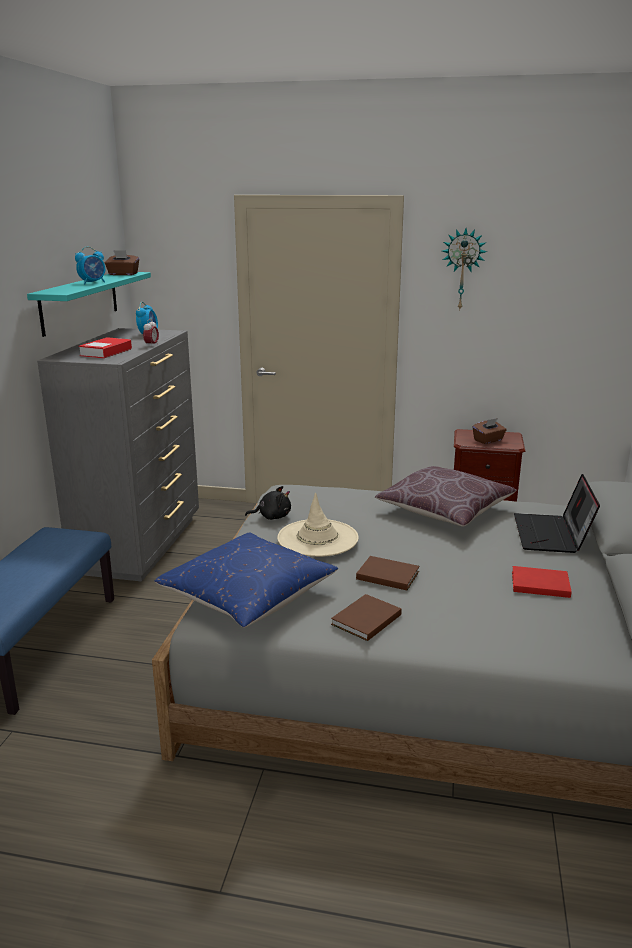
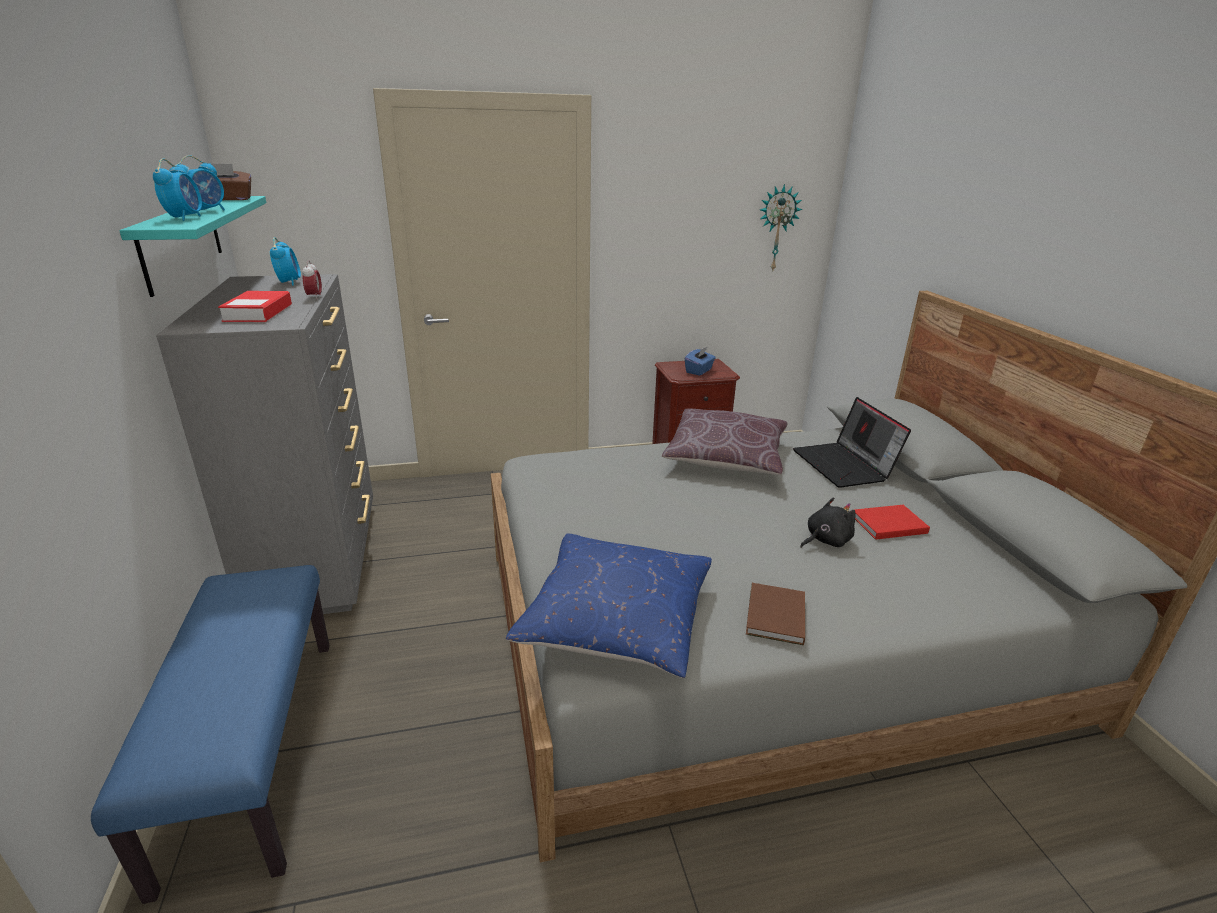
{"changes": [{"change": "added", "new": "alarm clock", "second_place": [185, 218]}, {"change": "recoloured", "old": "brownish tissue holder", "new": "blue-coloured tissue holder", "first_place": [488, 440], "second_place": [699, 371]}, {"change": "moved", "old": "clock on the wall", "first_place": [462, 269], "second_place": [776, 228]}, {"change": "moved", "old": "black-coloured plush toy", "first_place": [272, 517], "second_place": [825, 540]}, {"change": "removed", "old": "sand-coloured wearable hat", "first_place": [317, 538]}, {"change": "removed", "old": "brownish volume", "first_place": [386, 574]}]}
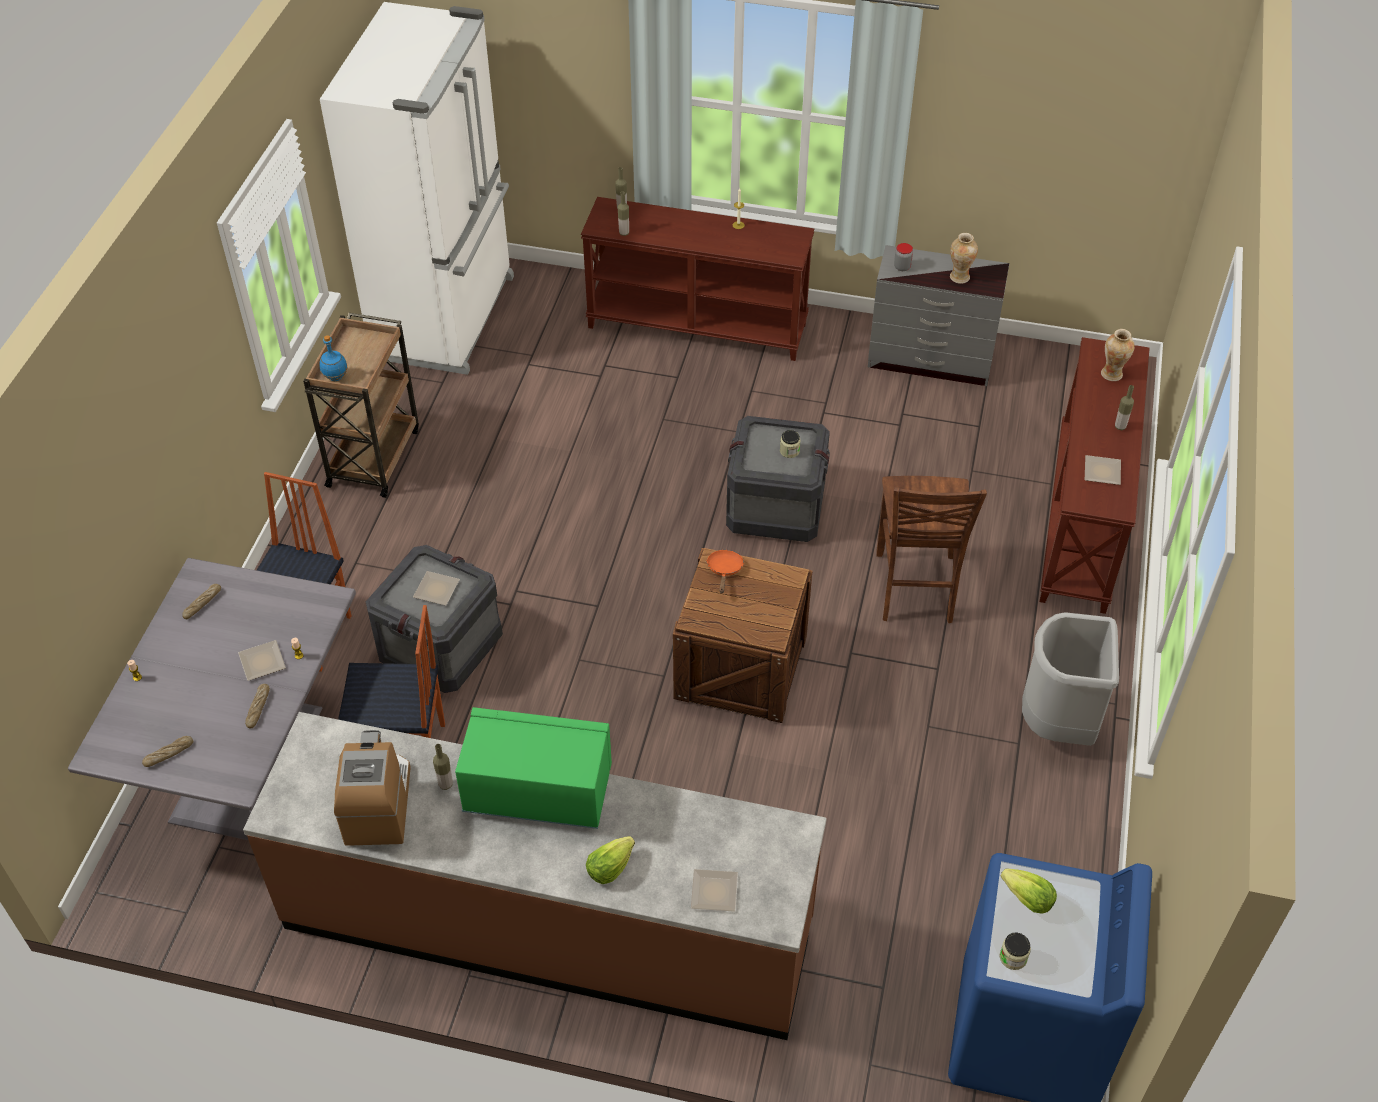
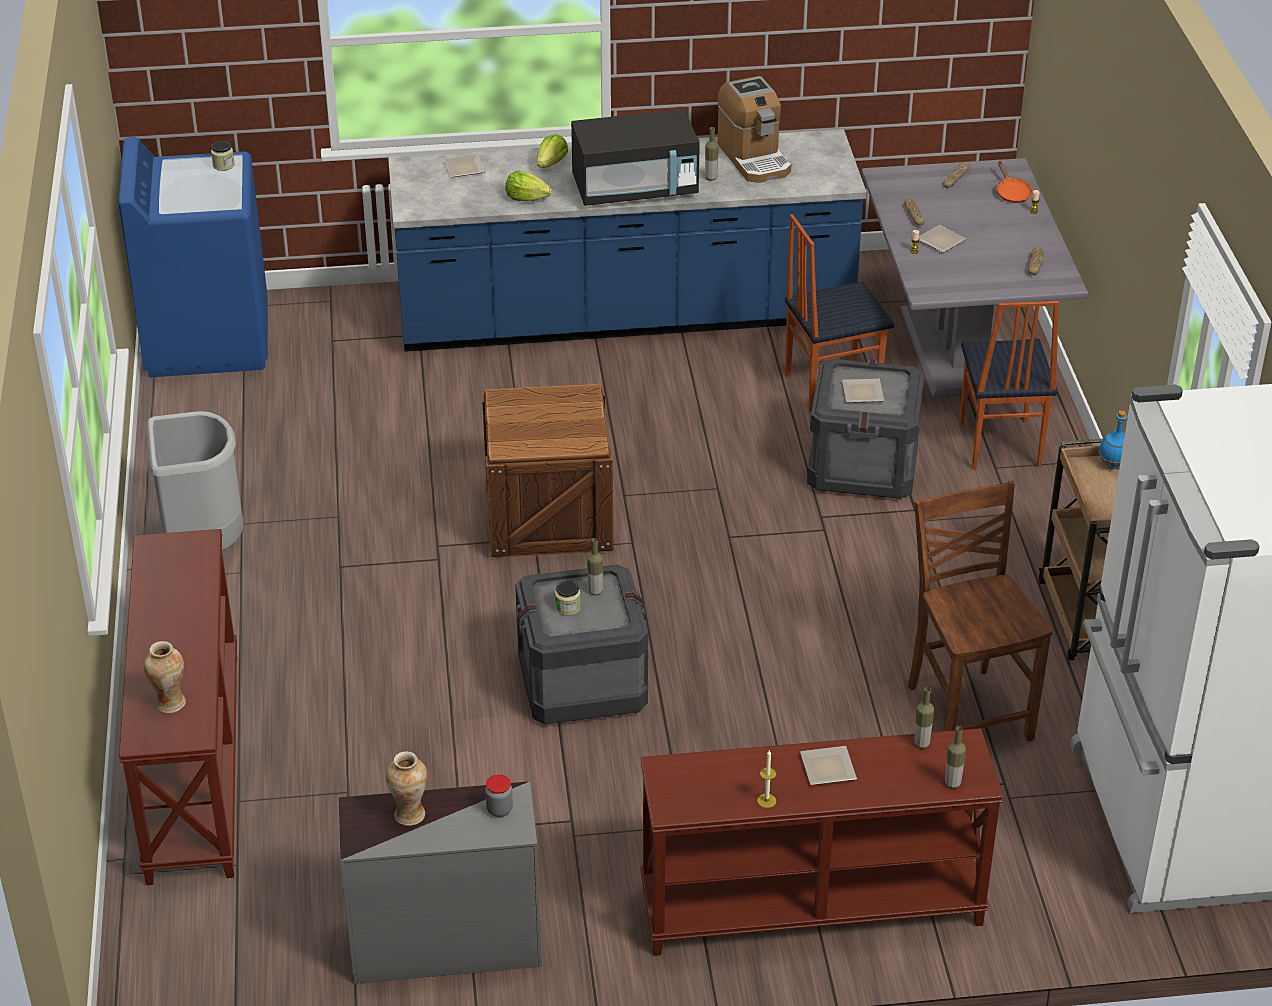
{"changes": [{"change": "recoloured", "old": "brownish counter", "new": "blue-coloured counter", "first_place": [548, 924], "second_place": [625, 316]}, {"change": "moved", "old": "lettuce head", "first_place": [1027, 899], "second_place": [526, 198]}, {"change": "recoloured", "old": "green microwave oven", "new": "black-coloured microwave oven", "first_place": [537, 790], "second_place": [635, 189]}, {"change": "moved", "old": "beverage bottle", "first_place": [1120, 427], "second_place": [595, 591]}, {"change": "moved", "old": "flat dish", "first_place": [1103, 473], "second_place": [826, 767]}, {"change": "moved", "old": "brownish plain chair", "first_place": [915, 589], "second_place": [967, 712]}, {"change": "moved", "old": "orange-coloured pan", "first_place": [724, 570], "second_place": [1011, 193]}]}
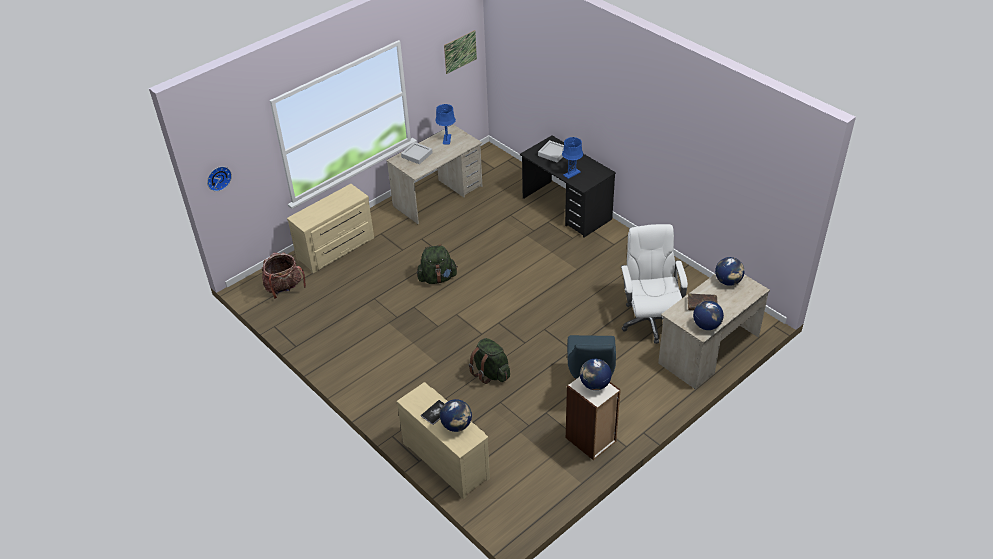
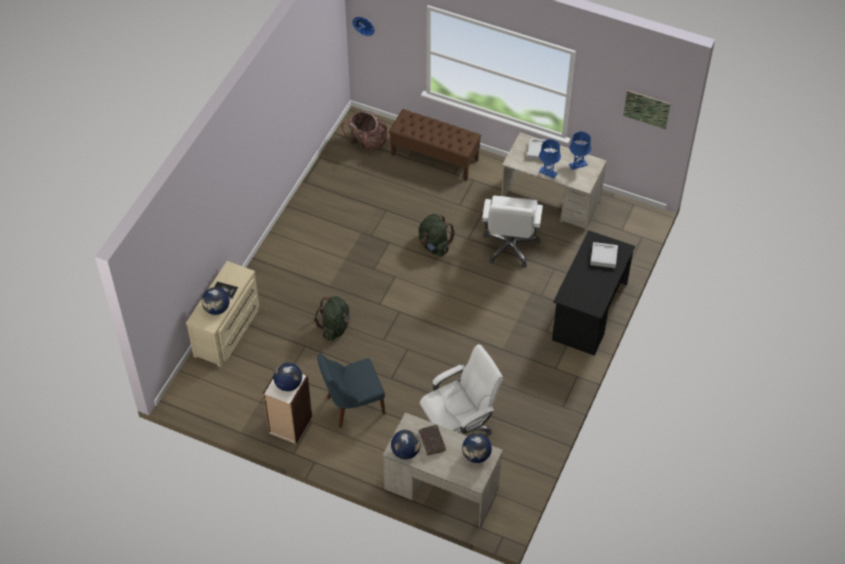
{"changes": [{"change": "replaced", "old": "sand-coloured drawer chest", "new": "brownish long seat", "first_place": [337, 249], "second_place": [435, 157]}, {"change": "added", "new": "white computer chair", "second_place": [510, 246]}, {"change": "moved", "old": "blue-coloured table lamp", "first_place": [571, 173], "second_place": [548, 172]}]}
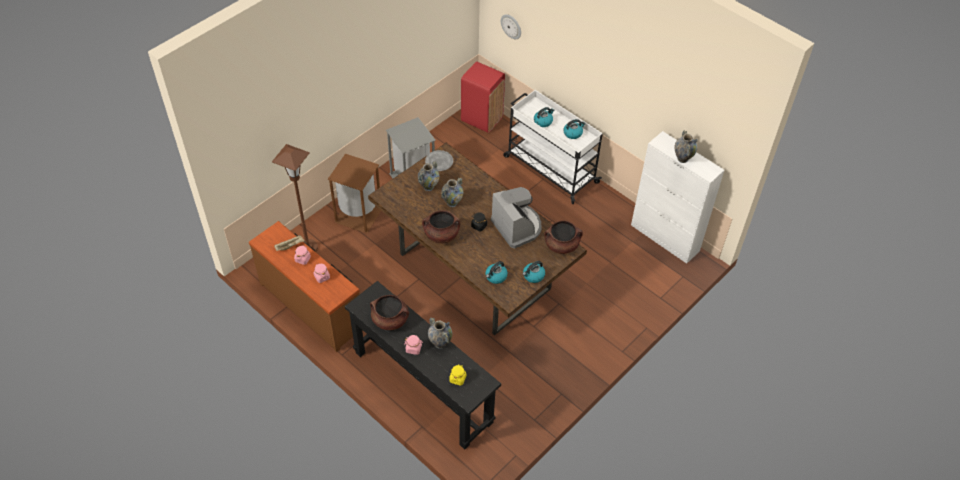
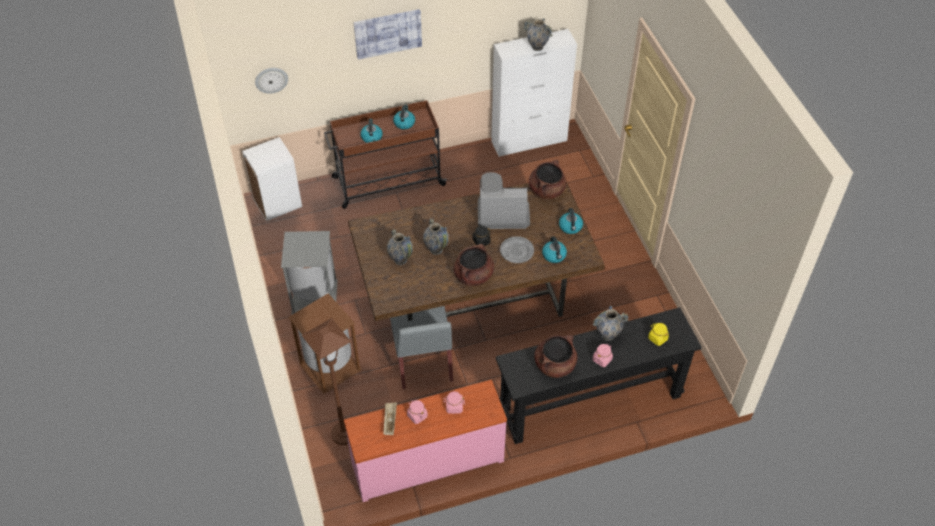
{"changes": [{"change": "recoloured", "old": "red-coloured rubbish bin", "new": "white rubbish bin", "first_place": [482, 118], "second_place": [277, 203]}, {"change": "recoloured", "old": "white wheeled cart", "new": "brownish wheeled cart", "first_place": [550, 169], "second_place": [387, 181]}, {"change": "recoloured", "old": "brownish drawer chest", "new": "pinkish drawer chest", "first_place": [312, 305], "second_place": [427, 460]}, {"change": "added", "new": "picture", "second_place": [388, 33]}, {"change": "added", "new": "gray plain chair", "second_place": [423, 360]}, {"change": "moved", "old": "gray flat dish", "first_place": [439, 162], "second_place": [516, 251]}]}
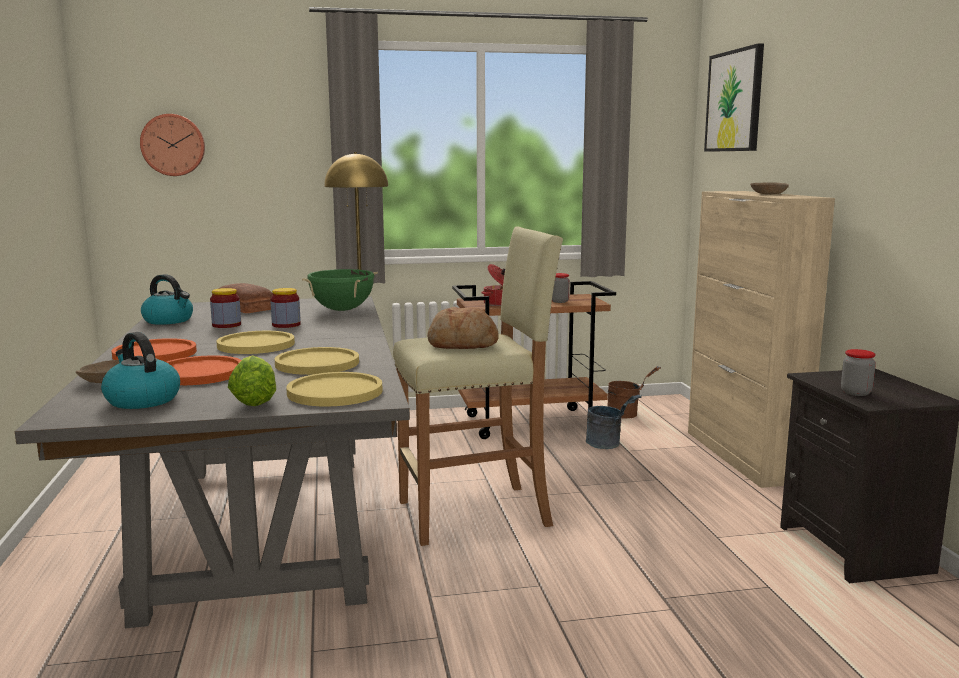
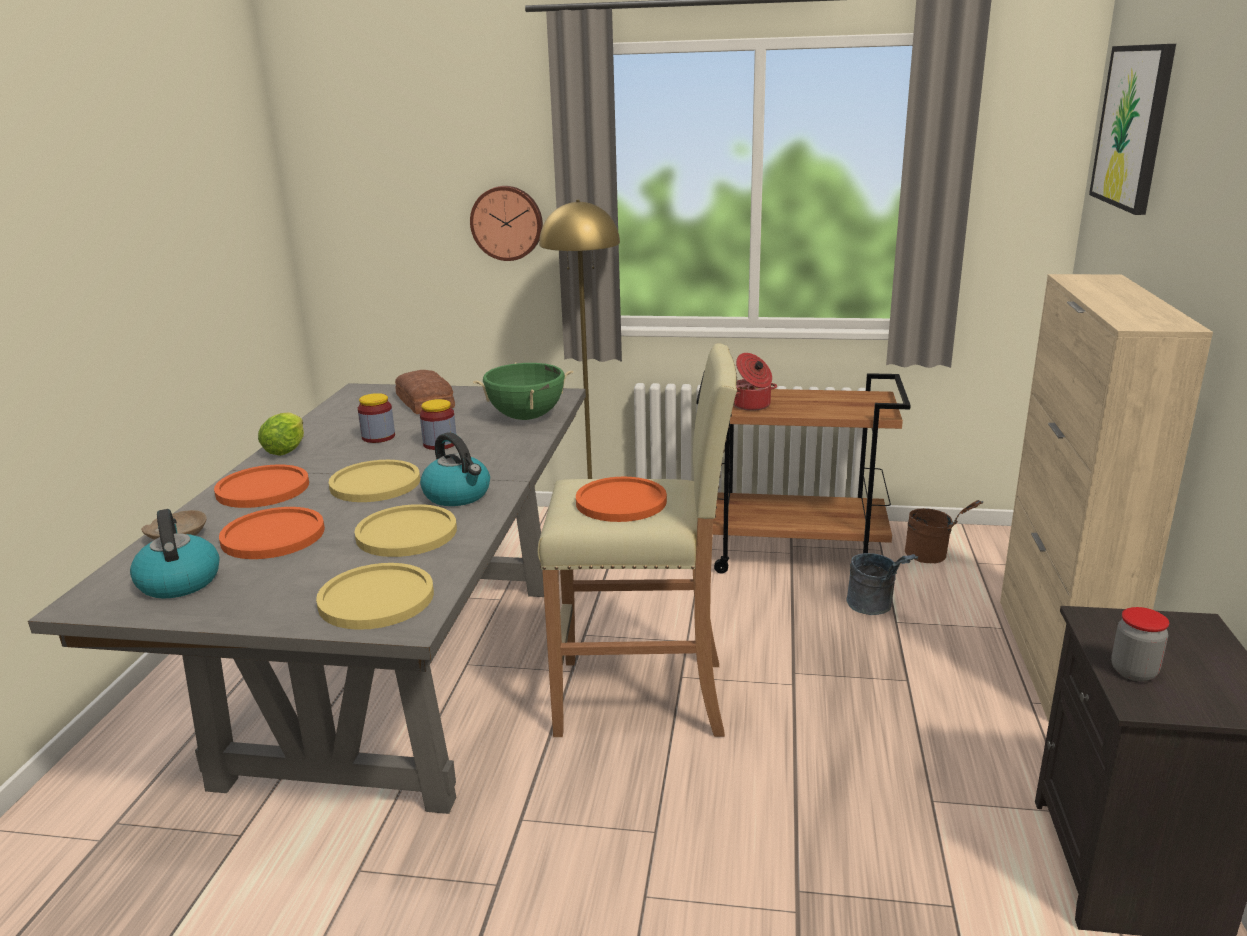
{"changes": [{"change": "moved", "old": "lettuce head", "first_place": [254, 400], "second_place": [287, 449]}, {"change": "moved", "old": "kettle", "first_place": [169, 320], "second_place": [458, 495]}, {"change": "moved", "old": "clock on the wall", "first_place": [173, 145], "second_place": [507, 223]}, {"change": "replaced", "old": "baked bread", "new": "orange-coloured flat dish", "first_place": [462, 344], "second_place": [621, 502]}, {"change": "removed", "old": "storage jar", "first_place": [559, 301]}, {"change": "removed", "old": "sand-coloured bowl", "first_place": [768, 194]}]}
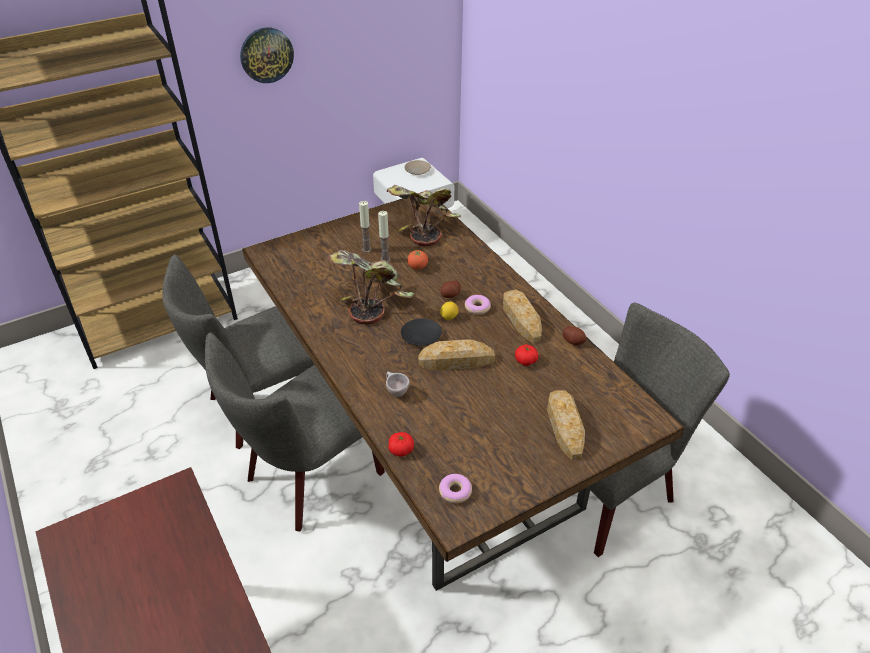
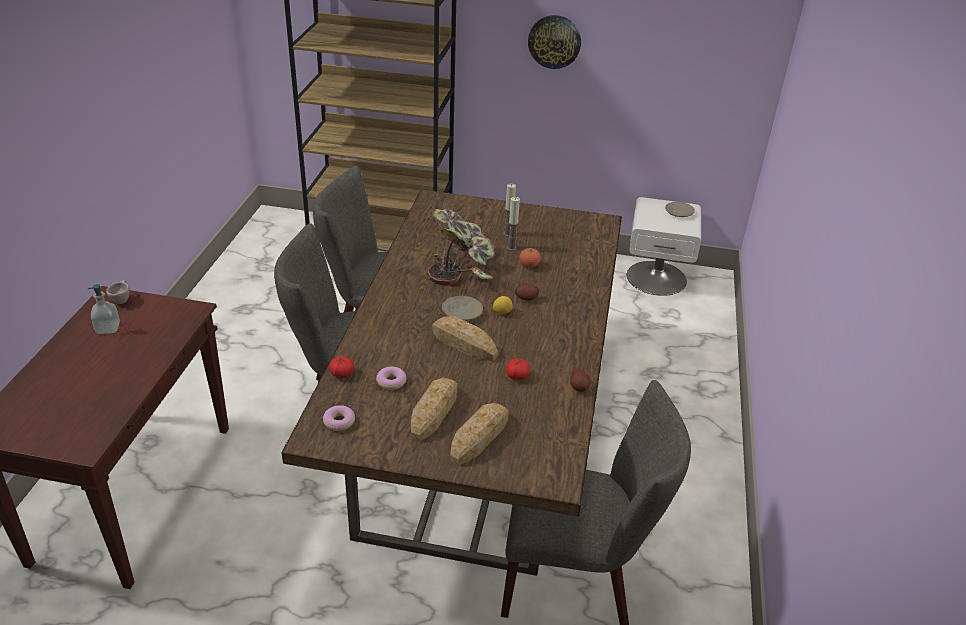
{"changes": [{"change": "added", "new": "soap bottle", "second_place": [108, 328]}, {"change": "moved", "old": "sand-coloured cup", "first_place": [395, 392], "second_place": [122, 300]}, {"change": "moved", "old": "ring doughnut", "first_place": [477, 308], "second_place": [391, 382]}, {"change": "moved", "old": "baked bread", "first_place": [521, 319], "second_place": [433, 412]}, {"change": "recoloured", "old": "black-coloured flat dish", "new": "sand-coloured flat dish", "first_place": [420, 336], "second_place": [461, 312]}, {"change": "removed", "old": "houseplant", "first_place": [421, 226]}]}
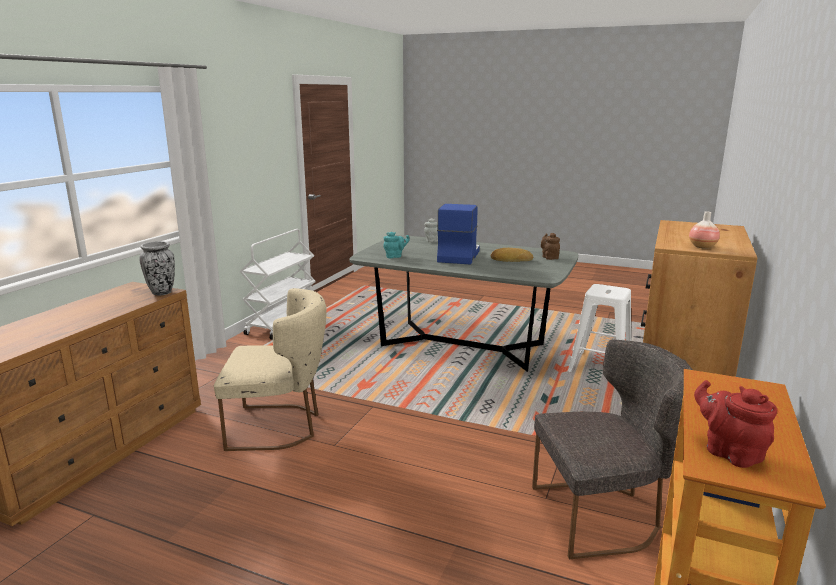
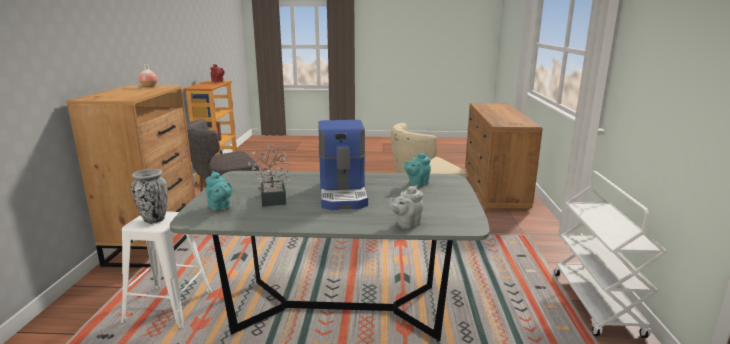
{"changes": [{"change": "moved", "old": "decorative vase", "first_place": [162, 292], "second_place": [154, 220]}, {"change": "recoloured", "old": "brownish teapot", "new": "blue-green teapot", "first_place": [549, 257], "second_place": [220, 208]}, {"change": "replaced", "old": "baked bread", "new": "houseplant", "first_place": [511, 259], "second_place": [273, 197]}]}
